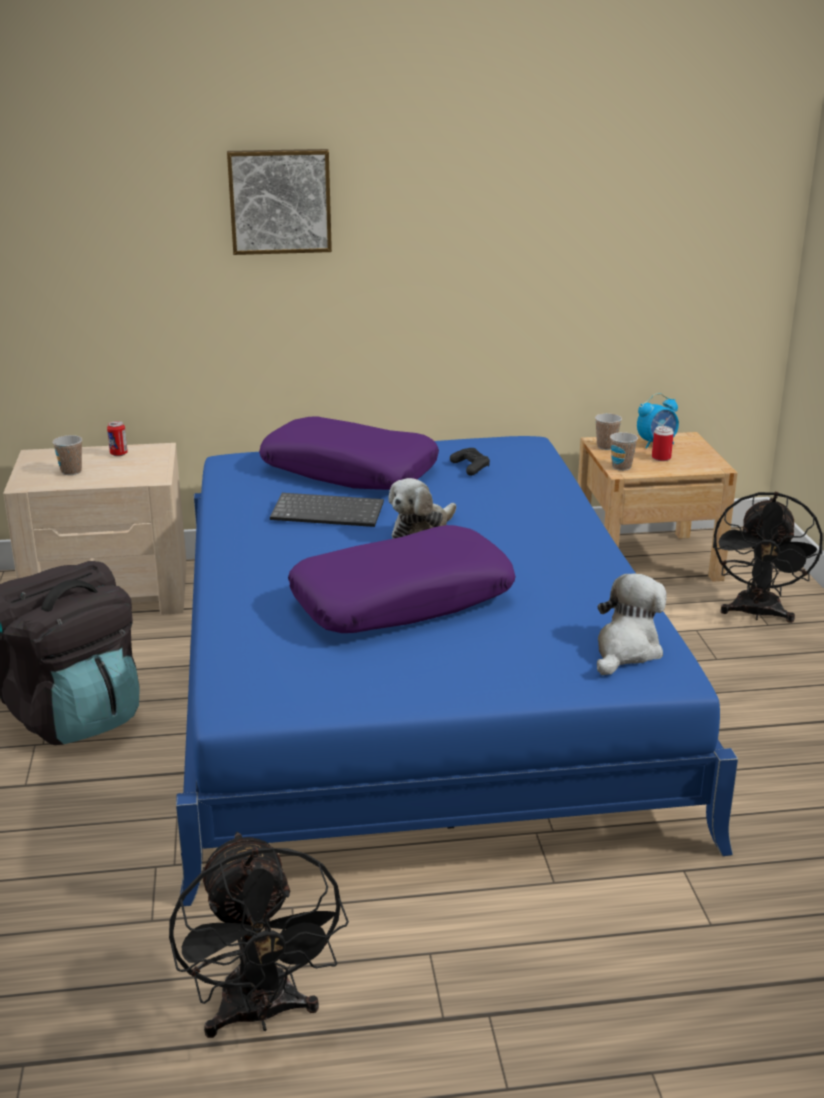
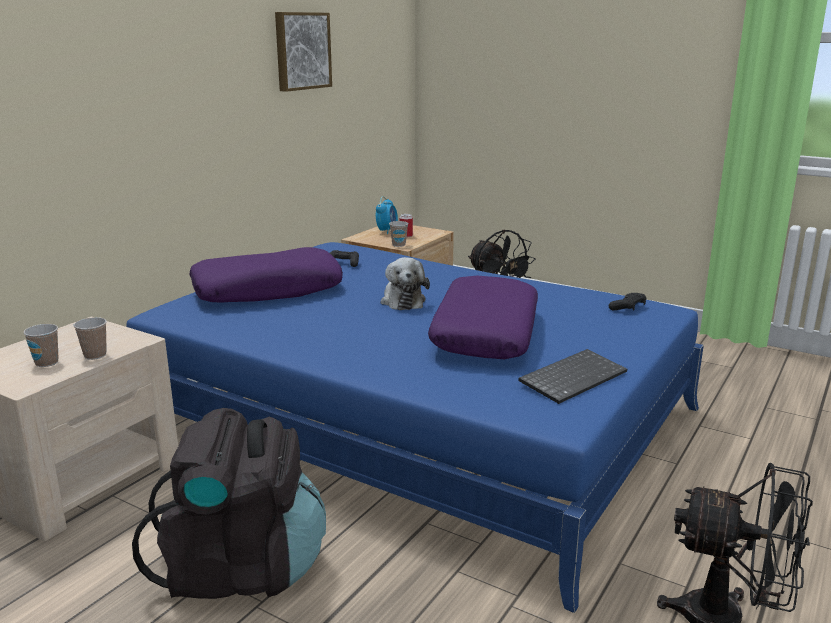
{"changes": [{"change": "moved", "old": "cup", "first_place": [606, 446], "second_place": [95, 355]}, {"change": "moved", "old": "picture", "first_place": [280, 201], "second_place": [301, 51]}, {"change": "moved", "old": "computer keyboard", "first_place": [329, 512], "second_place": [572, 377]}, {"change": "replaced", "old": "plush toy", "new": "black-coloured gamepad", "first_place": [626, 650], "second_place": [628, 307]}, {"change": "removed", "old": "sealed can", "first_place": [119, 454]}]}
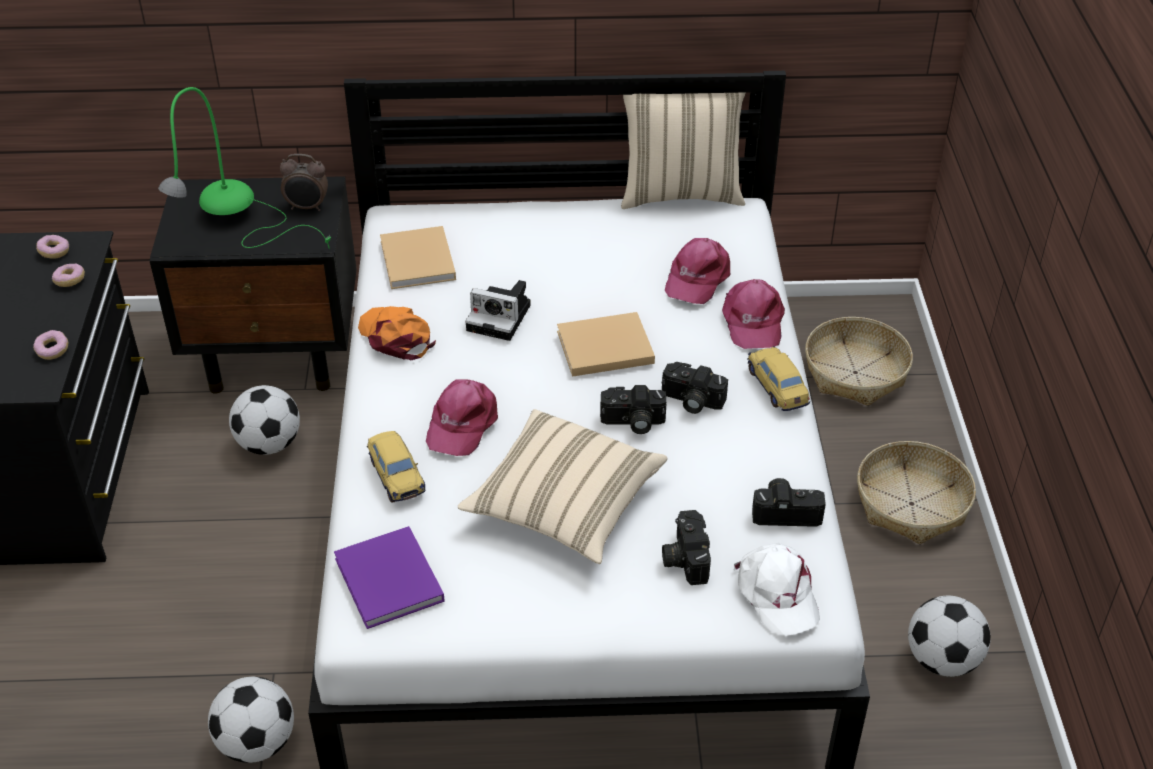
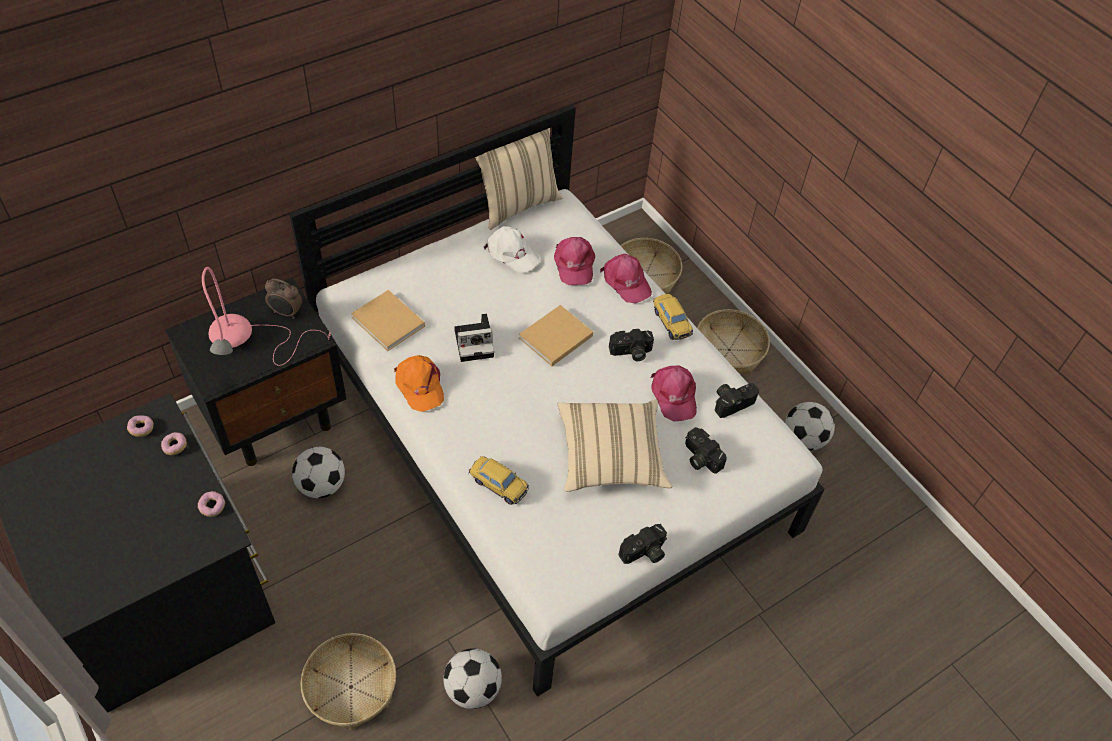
{"changes": [{"change": "recoloured", "old": "green table lamp", "new": "pinkish table lamp", "first_place": [238, 230], "second_place": [251, 351]}, {"change": "turned", "old": "alarm clock", "first_place": [307, 207], "second_place": [286, 313], "degrees": 45}, {"change": "added", "new": "basket", "second_place": [351, 687]}, {"change": "turned", "old": "orange-coloured peaked cap", "first_place": [396, 337], "second_place": [419, 385], "degrees": -135}, {"change": "moved", "old": "white peaked cap", "first_place": [776, 594], "second_place": [511, 253]}, {"change": "moved", "old": "photo camera", "first_place": [632, 422], "second_place": [644, 553]}, {"change": "moved", "old": "pinkish peaked cap", "first_place": [462, 423], "second_place": [673, 395]}, {"change": "turned", "old": "miniature car", "first_place": [777, 388], "second_place": [671, 322], "degrees": -150}, {"change": "removed", "old": "purple-coloured volume", "first_place": [390, 582]}]}
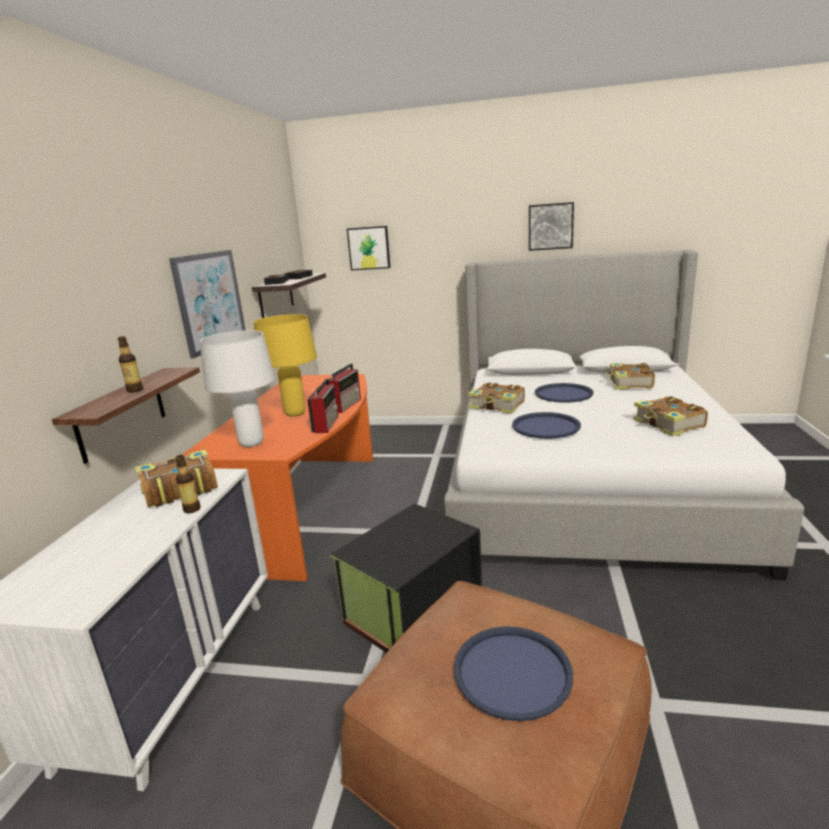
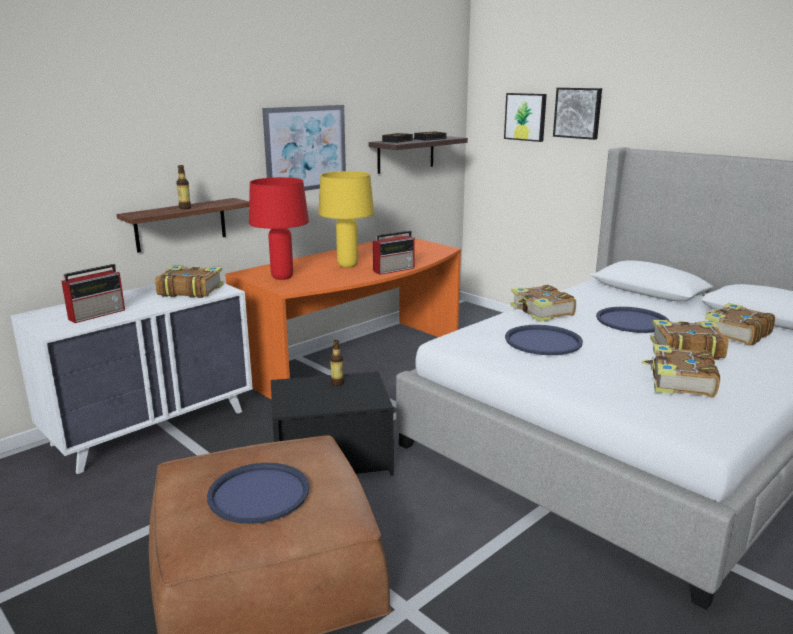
{"changes": [{"change": "moved", "old": "radio", "first_place": [326, 424], "second_place": [98, 314]}, {"change": "recoloured", "old": "white table lamp", "new": "red-coloured table lamp", "first_place": [251, 444], "second_place": [282, 277]}, {"change": "moved", "old": "beverage bottle", "first_place": [192, 509], "second_place": [337, 383]}, {"change": "moved", "old": "picture", "first_place": [550, 226], "second_place": [578, 113]}, {"change": "added", "new": "volume", "second_place": [685, 349]}]}
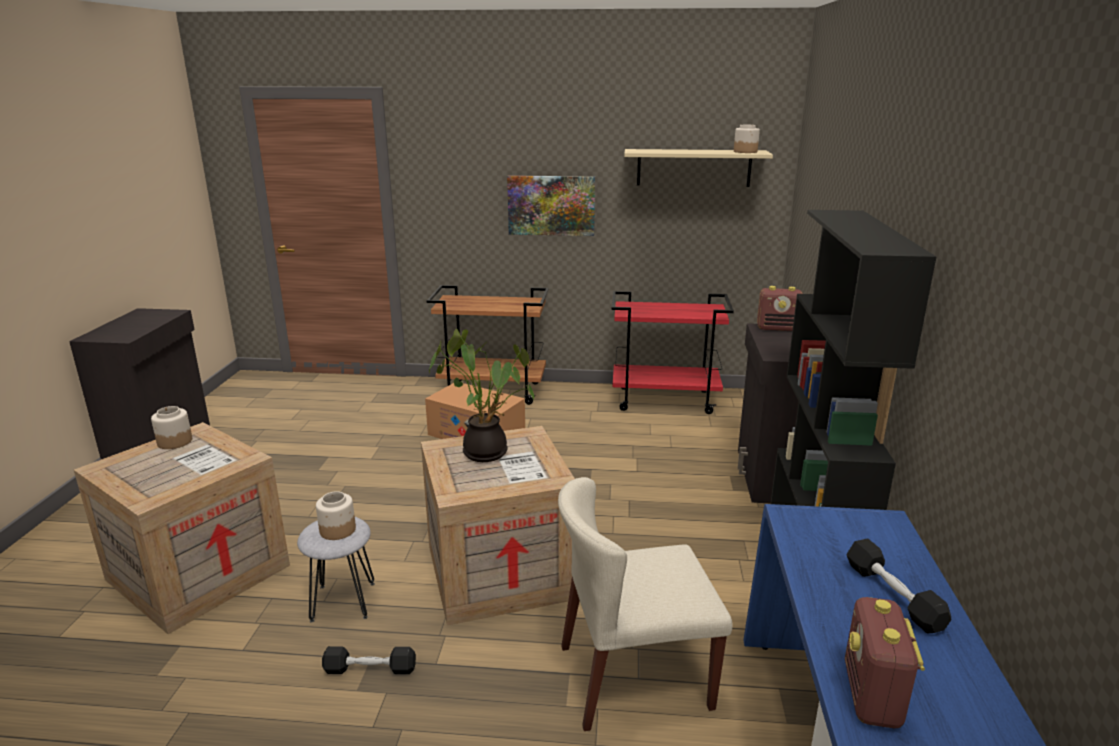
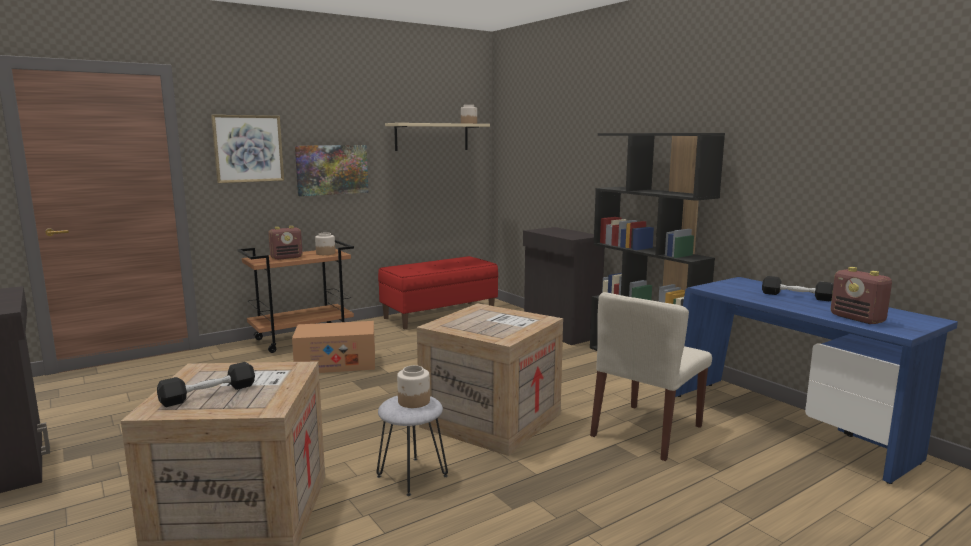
{"changes": [{"change": "moved", "old": "black-coloured free weight", "first_place": [370, 669], "second_place": [208, 394]}, {"change": "added", "new": "picture", "second_place": [248, 148]}, {"change": "moved", "old": "radio", "first_place": [778, 328], "second_place": [286, 257]}, {"change": "moved", "old": "storage jar", "first_place": [174, 441], "second_place": [325, 253]}, {"change": "replaced", "old": "red-coloured wheeled cart", "new": "red-coloured long seat", "first_place": [665, 400], "second_place": [439, 315]}, {"change": "removed", "old": "houseplant", "first_place": [487, 451]}]}
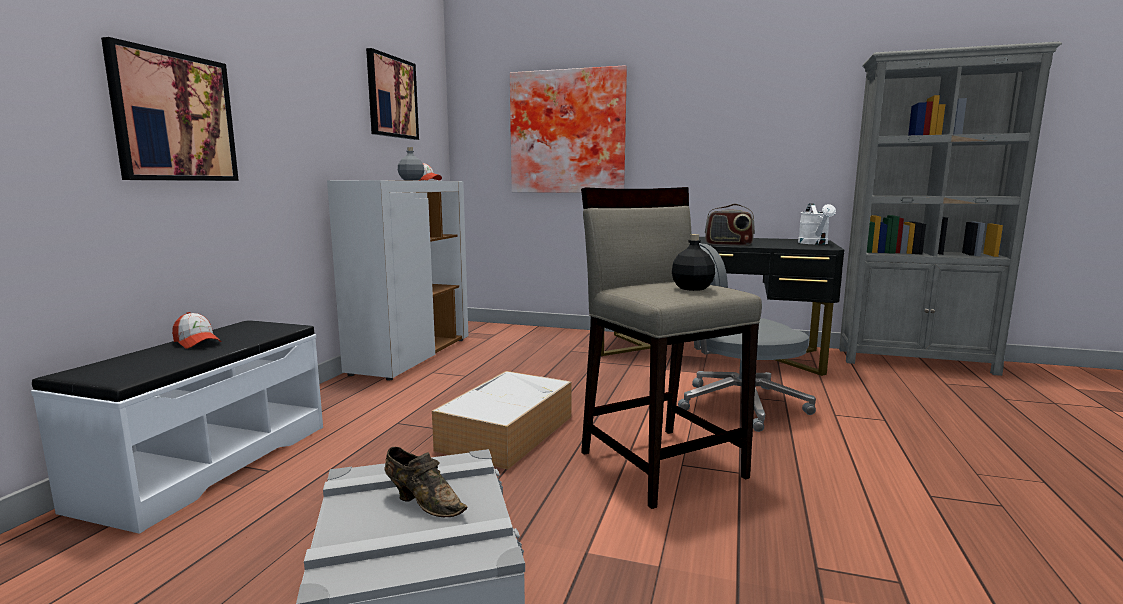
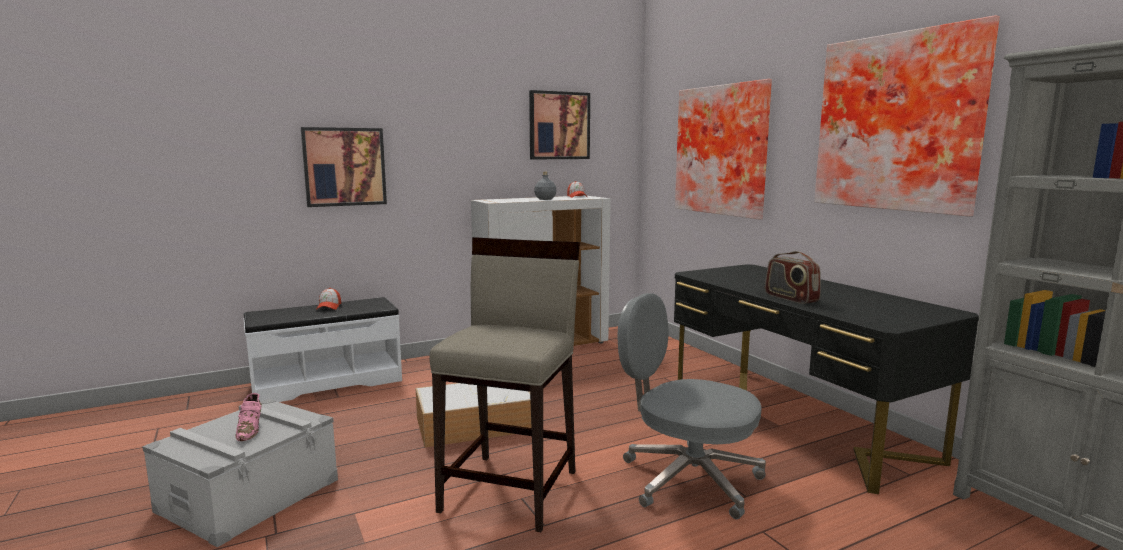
{"changes": [{"change": "recoloured", "old": "brownish item of footwear", "new": "pinkish item of footwear", "first_place": [423, 502], "second_place": [251, 430]}, {"change": "added", "new": "picture", "second_place": [899, 122]}, {"change": "removed", "old": "black-coloured beverage bottle", "first_place": [692, 288]}, {"change": "removed", "old": "white sprinkling can", "first_place": [815, 243]}]}
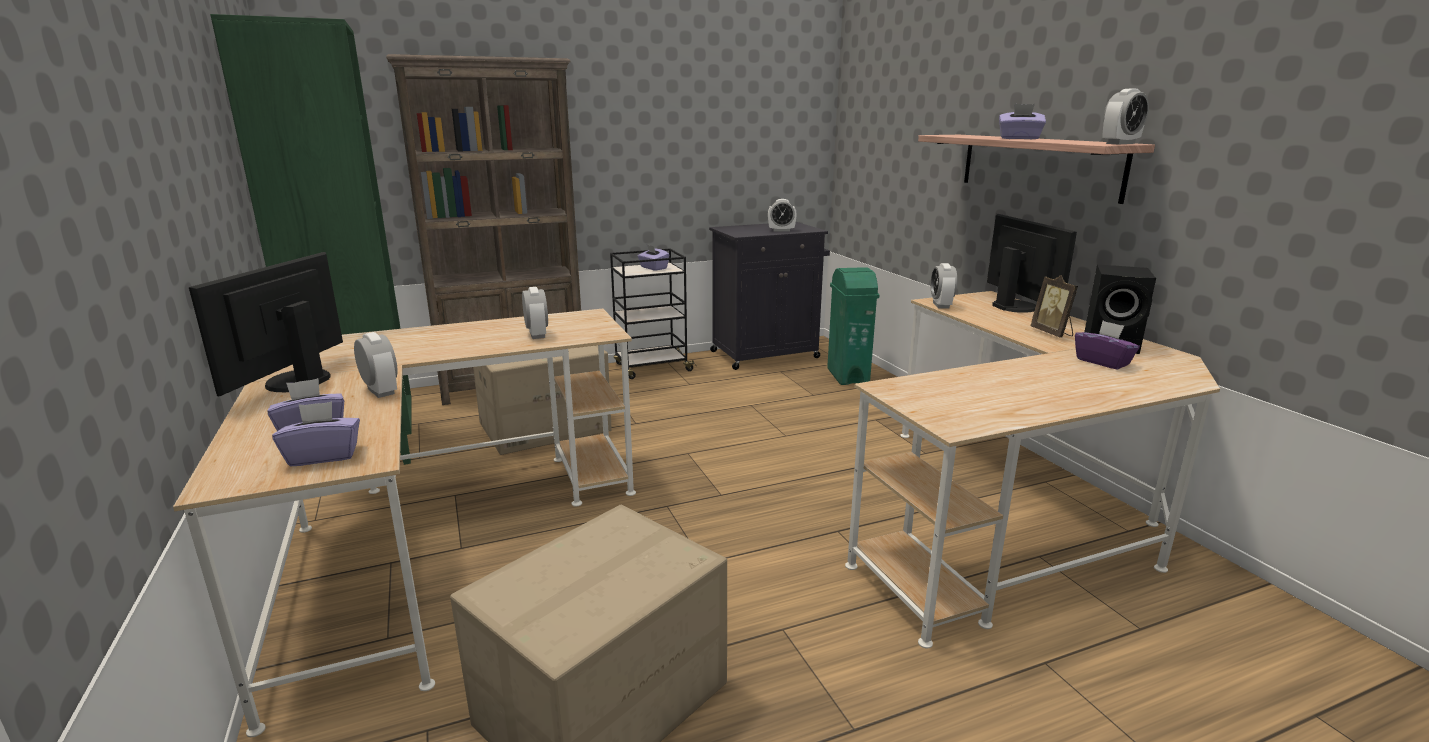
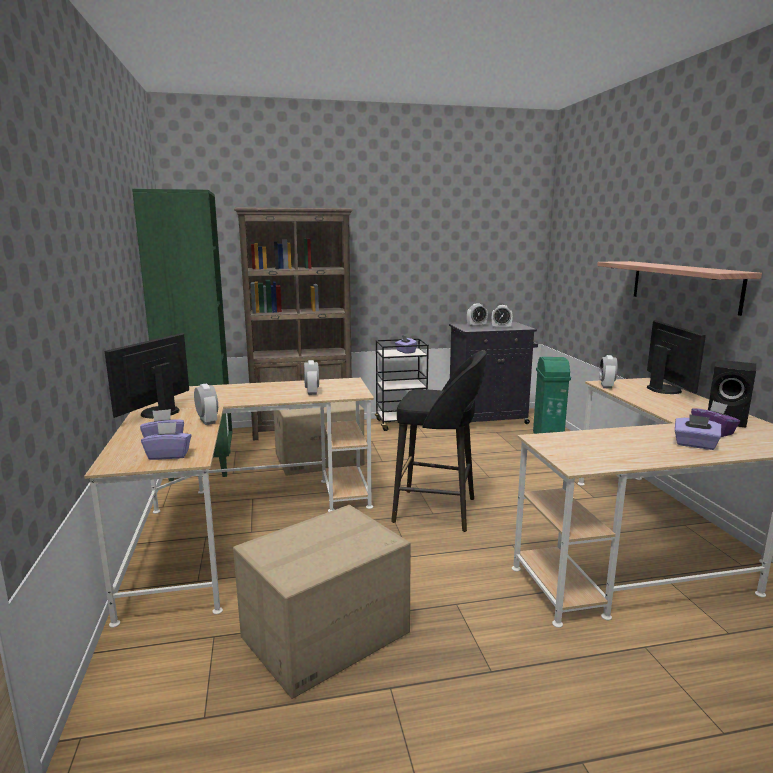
{"changes": [{"change": "added", "new": "black-coloured sitting stool", "second_place": [437, 510]}, {"change": "moved", "old": "alarm clock", "first_place": [1120, 143], "second_place": [476, 326]}, {"change": "moved", "old": "purple-coloured tissue holder", "first_place": [1019, 138], "second_place": [695, 445]}, {"change": "removed", "old": "photo frame", "first_place": [1052, 333]}]}
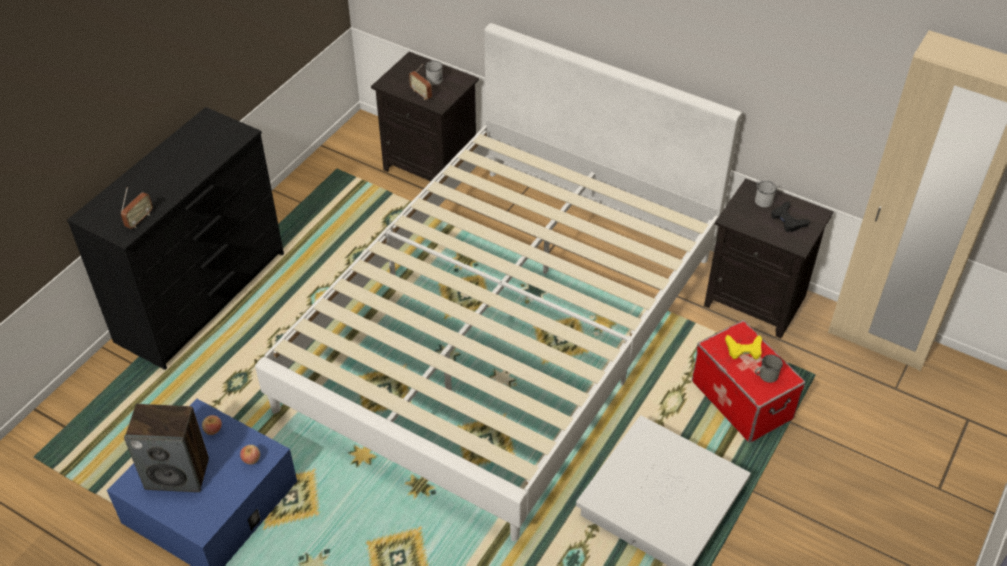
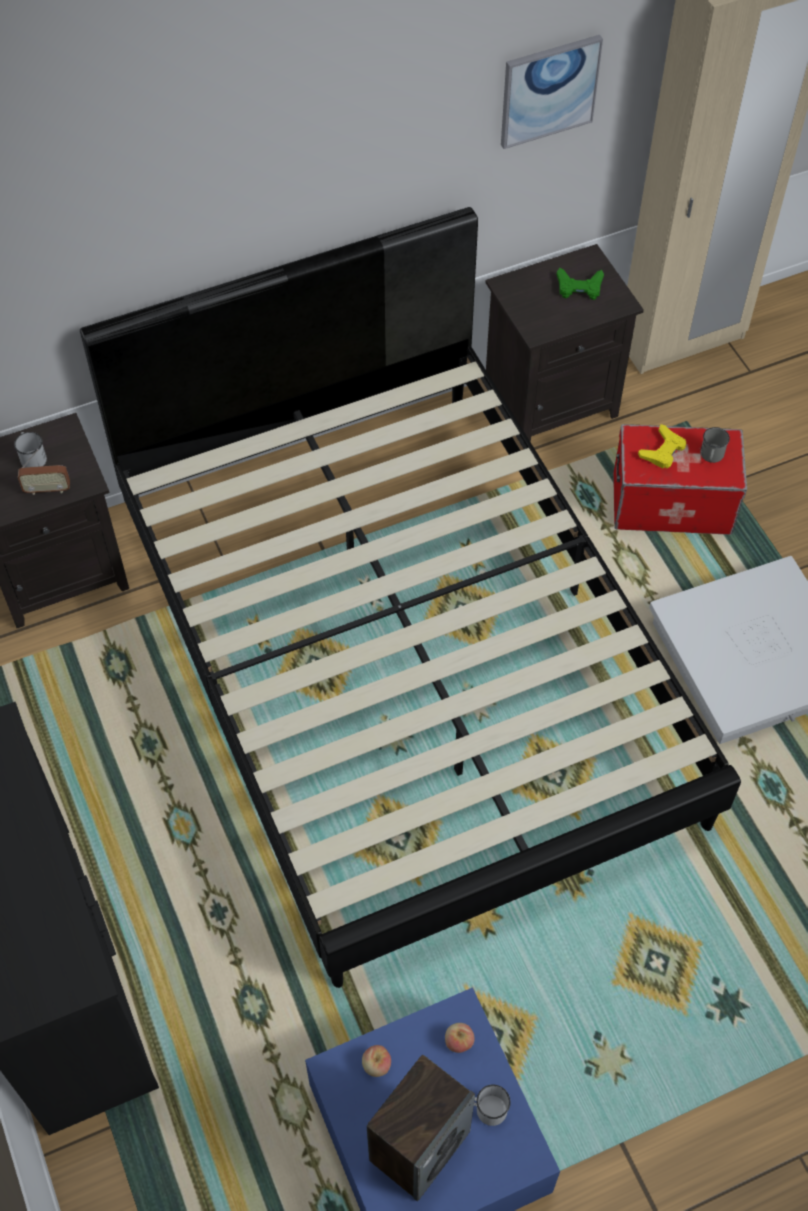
{"changes": [{"change": "recoloured", "old": "white sleeping bed", "new": "black-coloured sleeping bed", "first_place": [504, 330], "second_place": [404, 658]}, {"change": "moved", "old": "white tea mug", "first_place": [762, 199], "second_place": [486, 1109]}, {"change": "added", "new": "picture", "second_place": [549, 90]}, {"change": "recoloured", "old": "black-coloured gamepad", "new": "green gamepad", "first_place": [788, 220], "second_place": [579, 287]}, {"change": "removed", "old": "radio", "first_place": [139, 220]}]}
